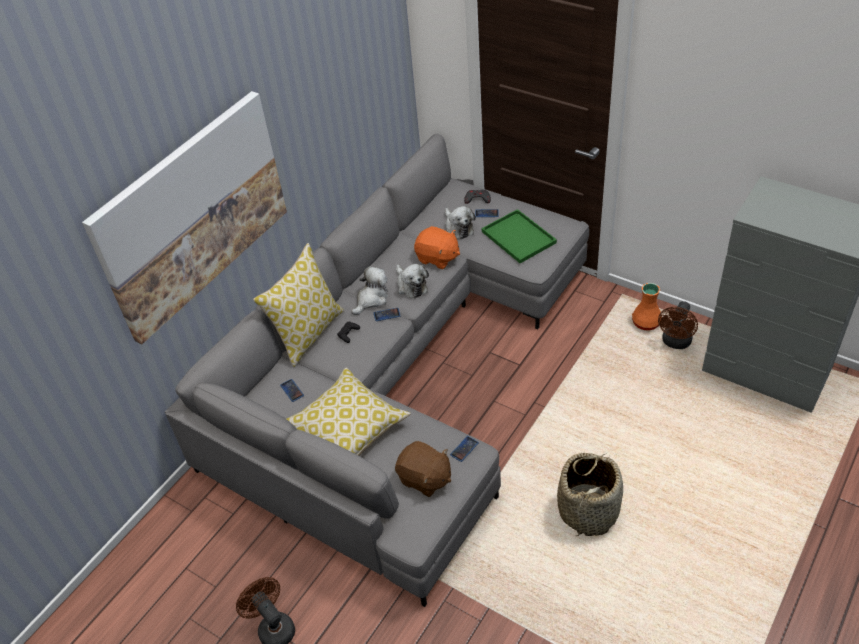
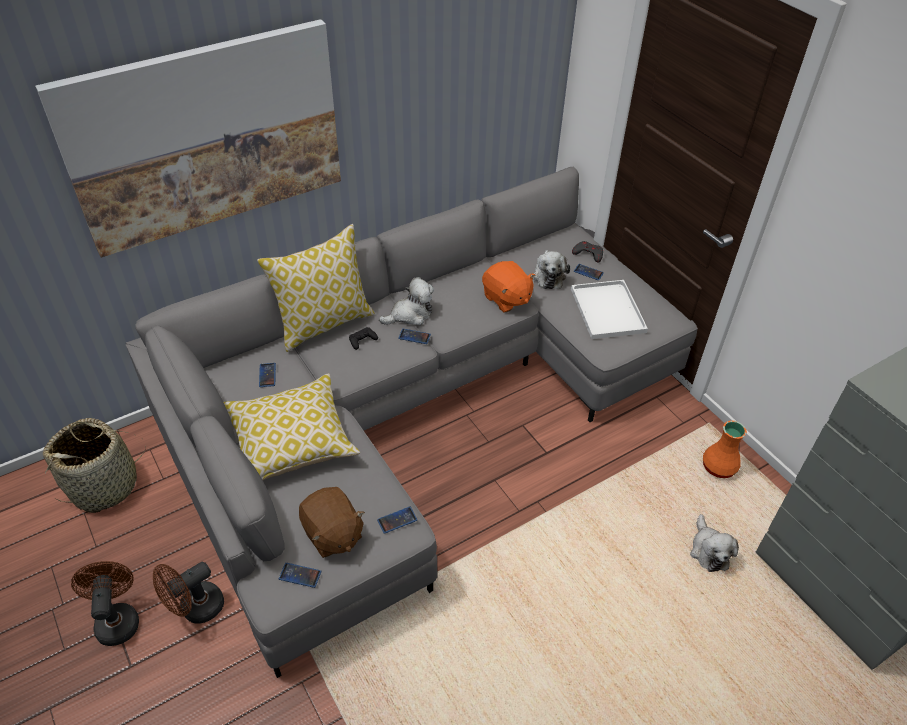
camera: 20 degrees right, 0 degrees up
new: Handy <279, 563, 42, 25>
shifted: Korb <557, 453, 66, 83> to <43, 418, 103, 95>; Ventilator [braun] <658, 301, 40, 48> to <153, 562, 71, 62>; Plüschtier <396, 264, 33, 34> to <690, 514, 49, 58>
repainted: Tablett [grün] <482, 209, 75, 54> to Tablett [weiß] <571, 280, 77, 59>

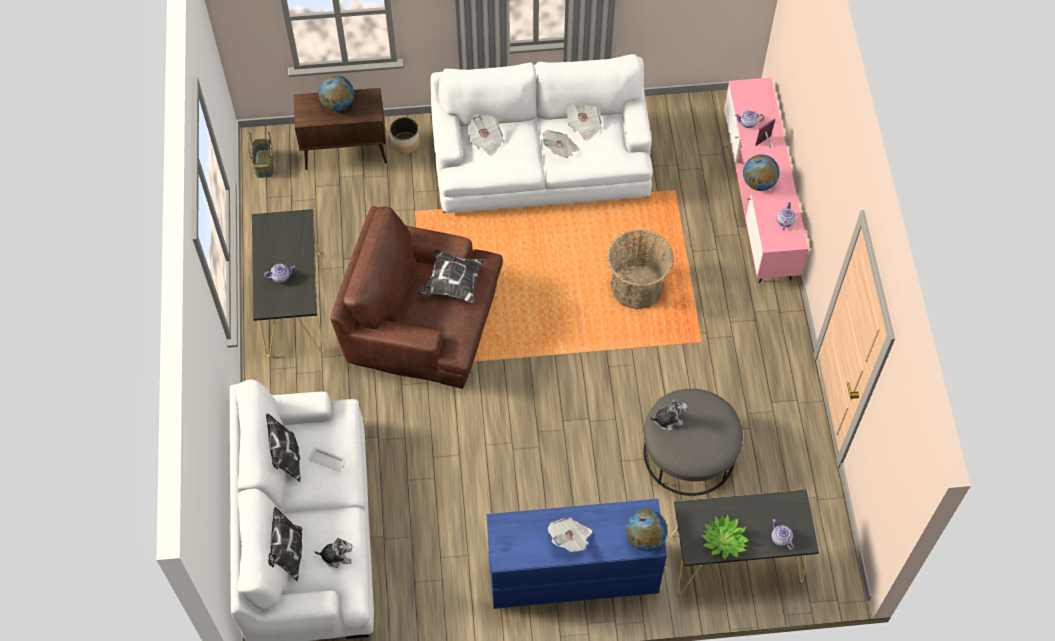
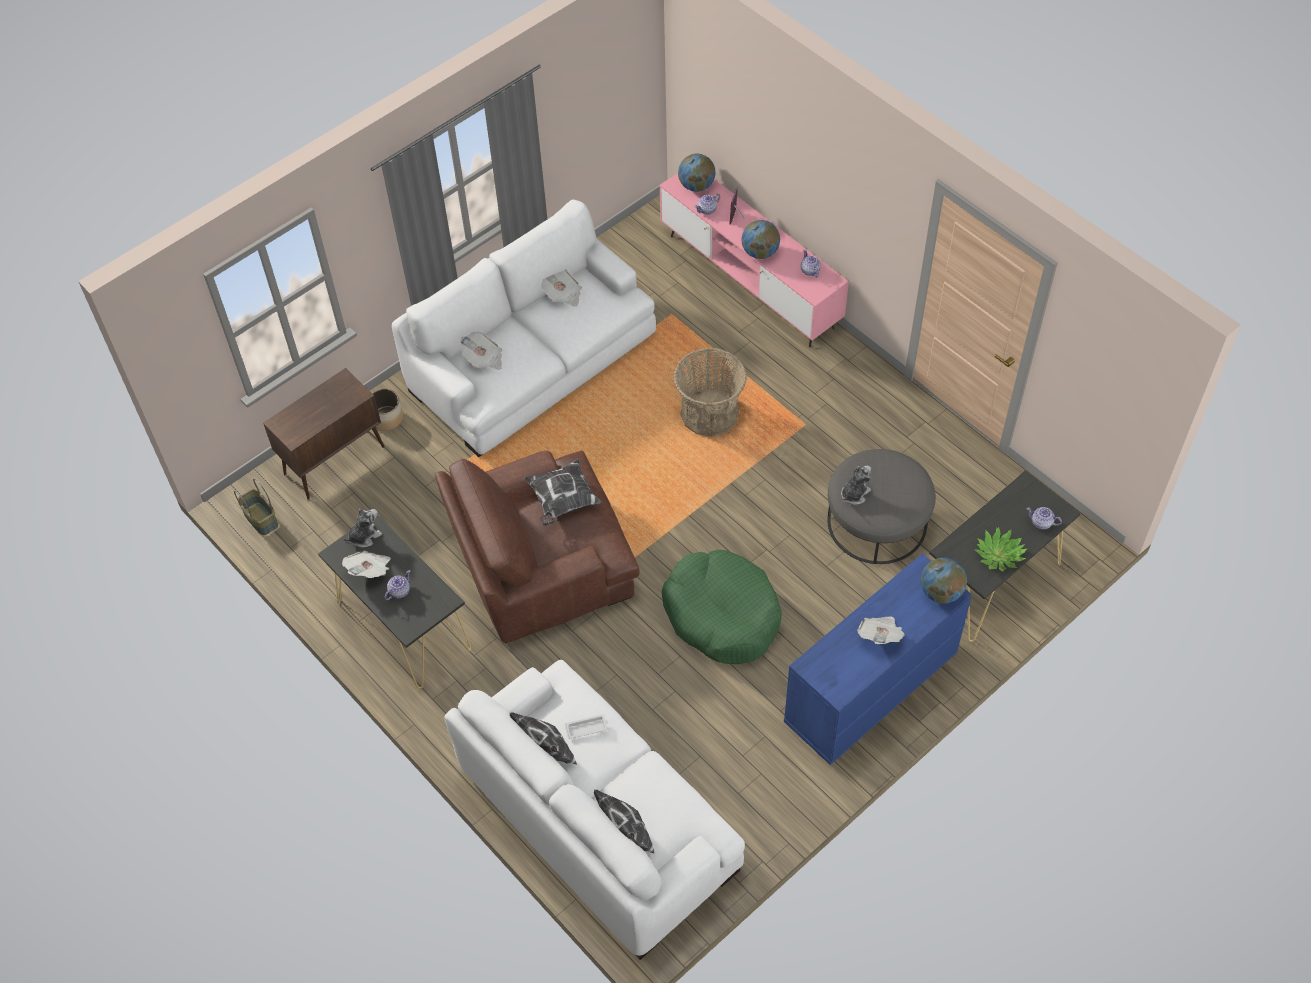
camera: 35 degrees left, 5 degrees down
new: Hundebett [grün] <662, 550, 120, 114>
shifted: Zeitung <542, 130, 38, 28> to <342, 550, 49, 28>; Plüschtier <314, 538, 38, 30> to <343, 508, 39, 40>; Globus <319, 76, 35, 35> to <678, 154, 37, 38>

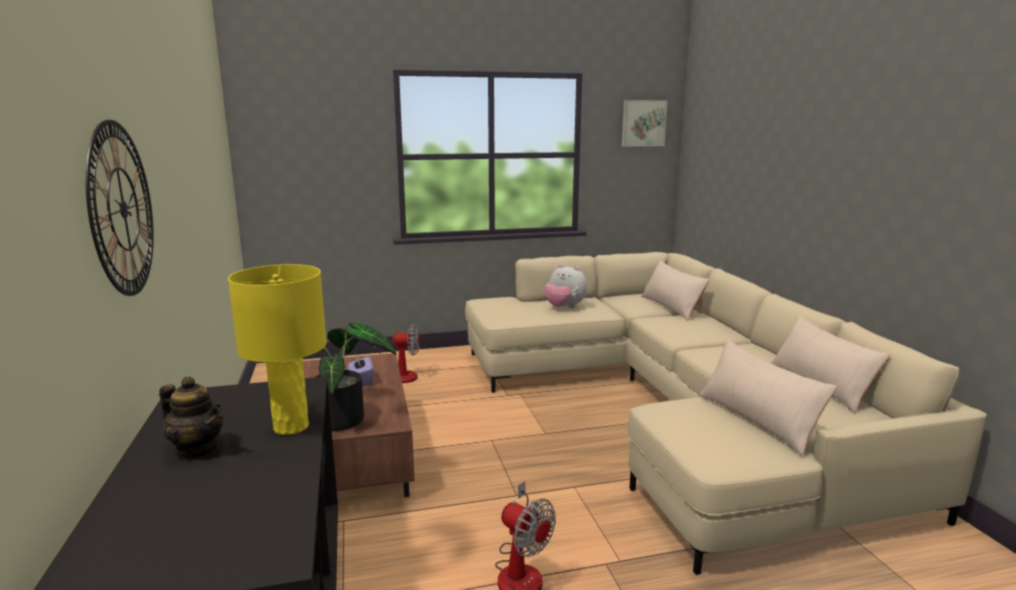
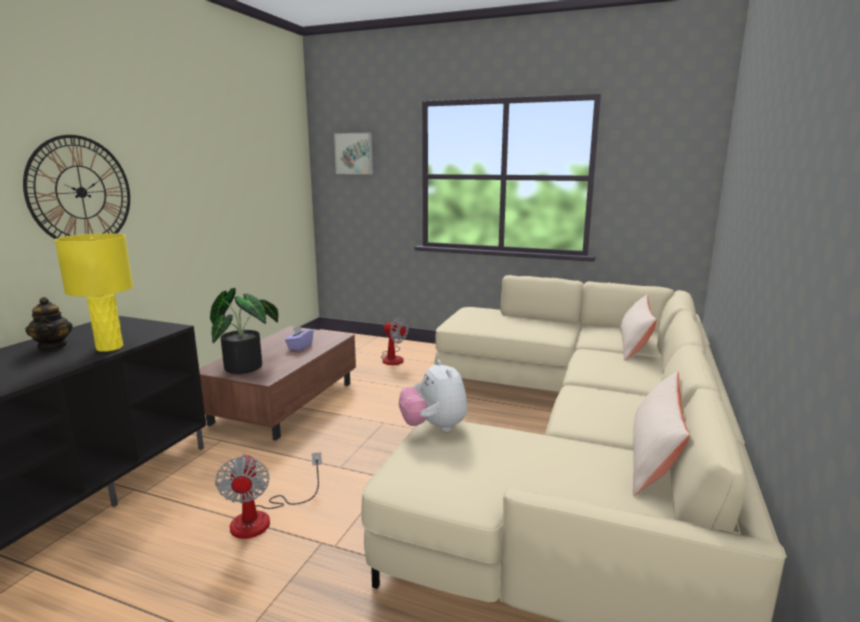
camera: 35 degrees right, 0 degrees up
gone: Kissen [beige] <699, 339, 138, 116>
shifted: Bild <622, 100, 46, 46> to <334, 133, 39, 41>; Plüschtier <544, 264, 43, 44> to <399, 360, 68, 72>

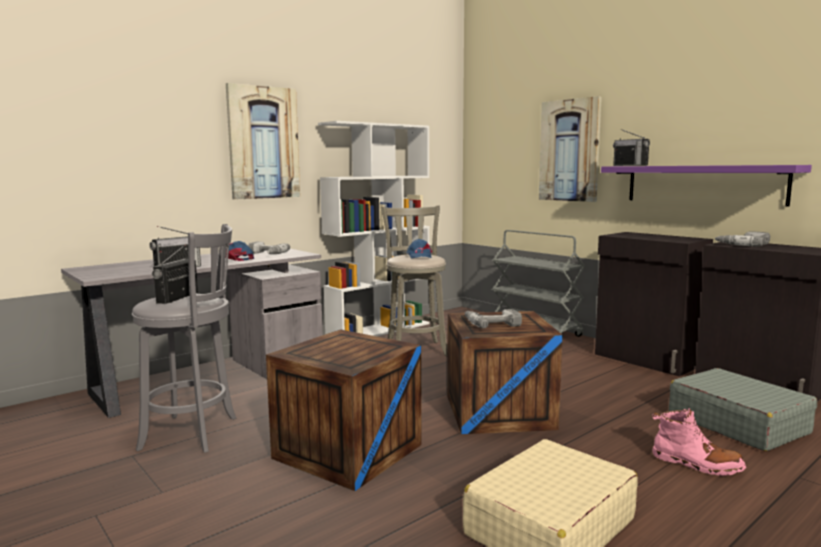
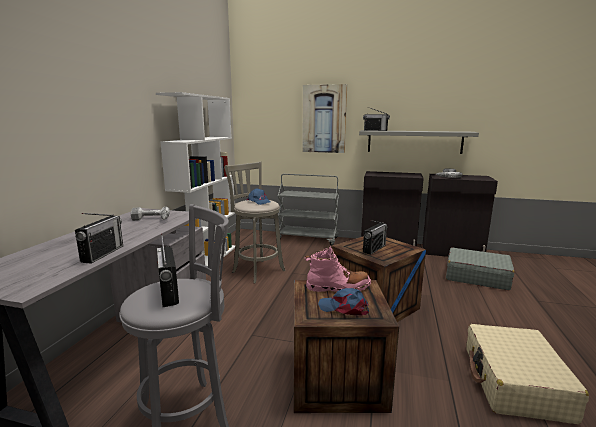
camera: 35 degrees left, 5 degrees up
gone: Bild <226, 83, 74, 117>
shifted: Stiefel [rosa] <652, 408, 94, 68> to <304, 246, 67, 46>; Kappe [blau] <226, 241, 28, 20> to <318, 288, 51, 27>
swapped: Bohrmaschine <465, 309, 57, 19> to Radio <363, 220, 25, 35>
repainted: Wandregal [lila] <601, 165, 211, 41> to Wandregal [grau] <359, 130, 120, 24>

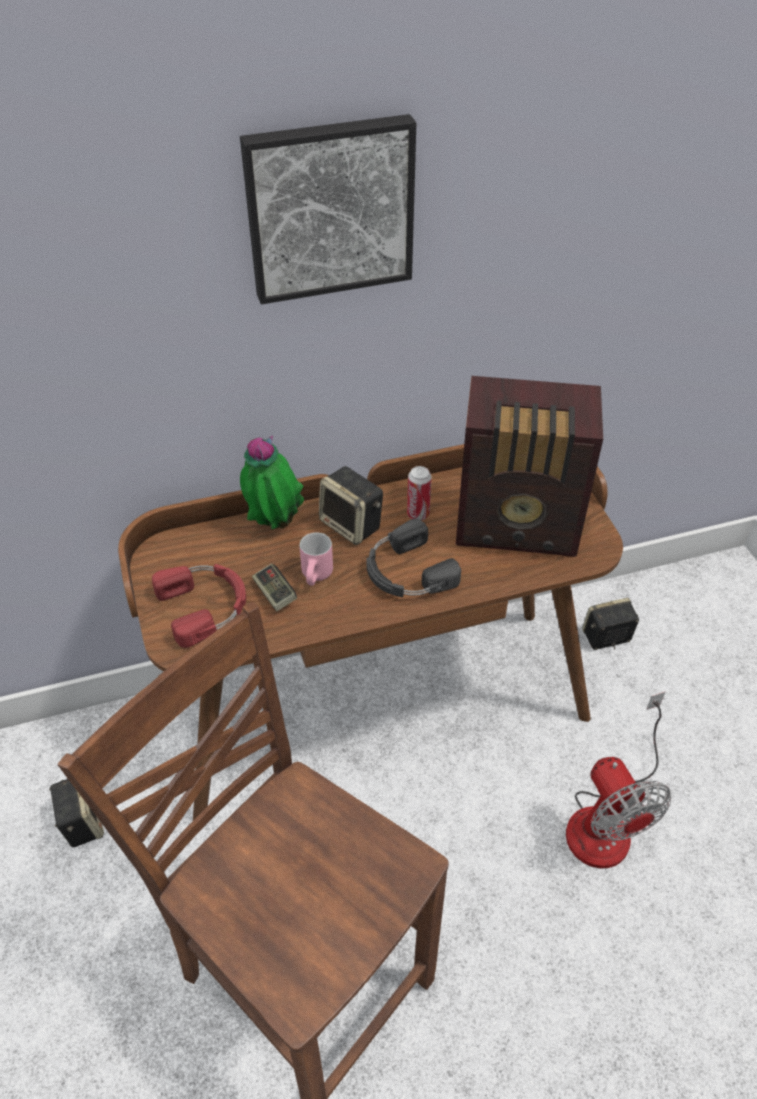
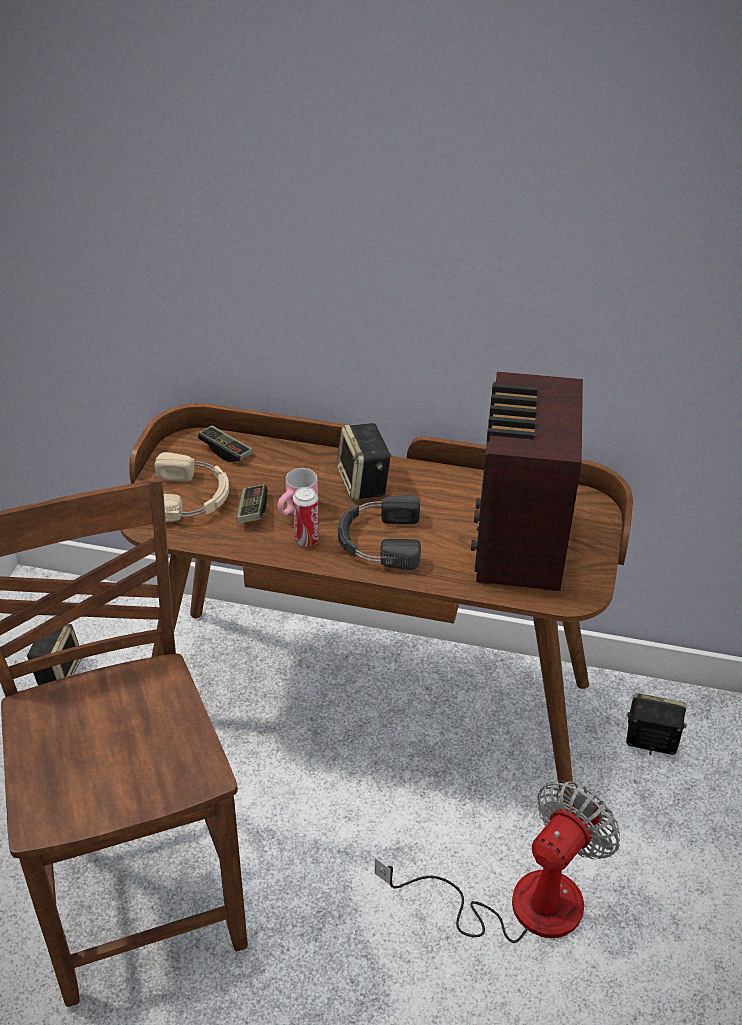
camera: 30 degrees right, 5 degrees down
gone: Bild <240, 114, 176, 190>; Topfpflanze <240, 435, 64, 94>
new: Gamepad <198, 425, 55, 37>
shifted: Dose <407, 466, 25, 54> to <293, 487, 26, 60>
repainted: Kopfhörer [rot] <152, 564, 94, 84> to Kopfhörer [beige] <155, 452, 74, 70>
rotated: Ventilator <566, 692, 105, 177> = <375, 780, 245, 163> 150 degrees counterclockwise; Radio <456, 376, 147, 181> = <471, 371, 112, 220> 60 degrees clockwise

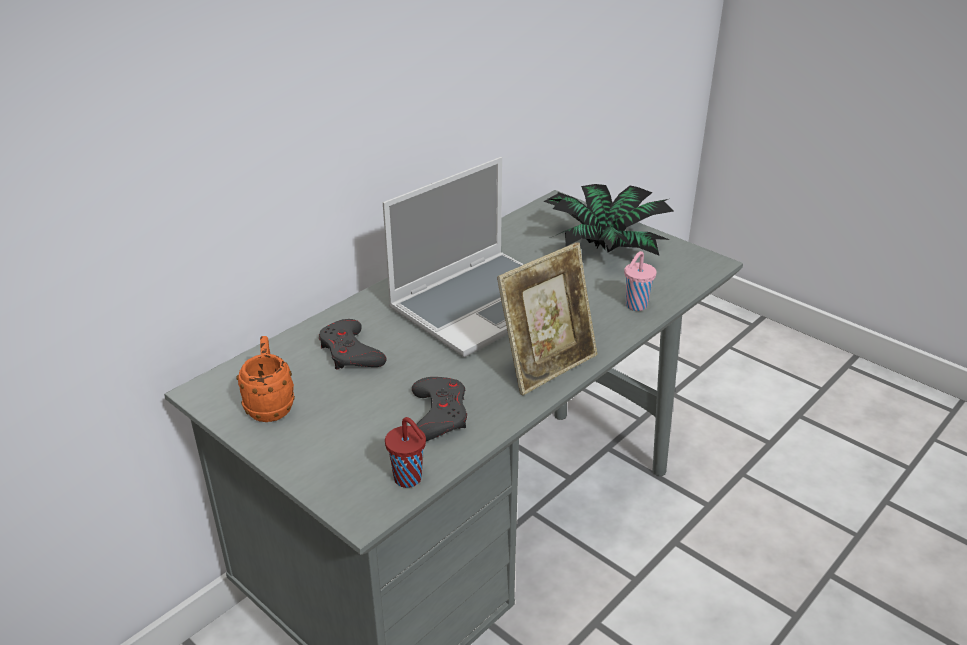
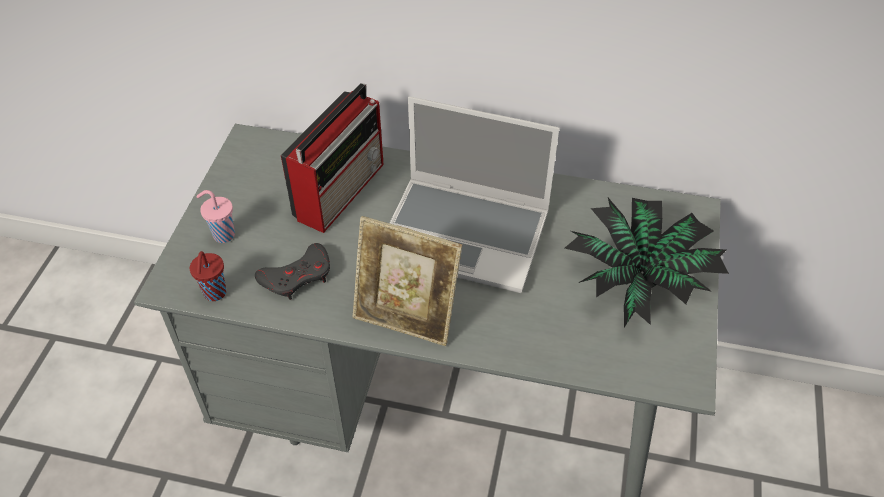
camera: 60 degrees right, 15 degrees up
gone: Henkelbecher [orange] <237, 336, 58, 86>
shifted: Tasse [rosa] <624, 251, 33, 60> to <196, 190, 39, 53>
swapped: Gamepad [grau] <319, 319, 68, 51> to Radio <281, 83, 103, 150>

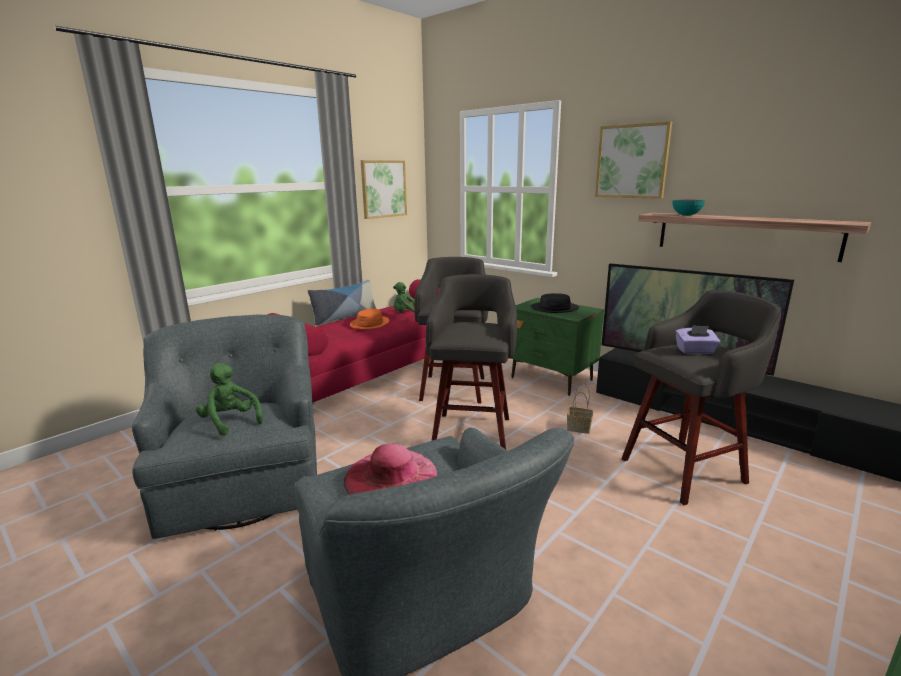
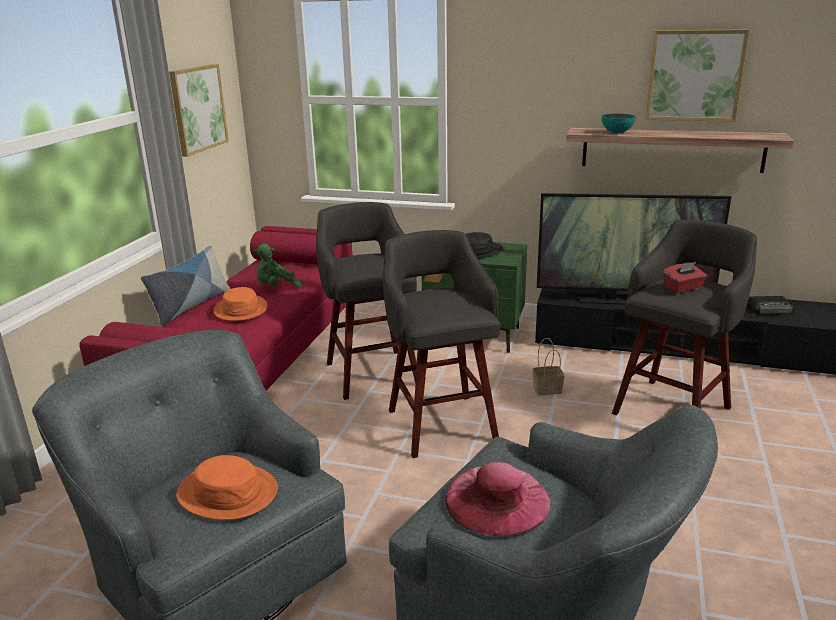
camera: 25 degrees left, 5 degrees up
new: Radio <747, 296, 47, 18>
shifted: Bild <595, 121, 77, 78> to <646, 29, 103, 93>
swapped: Plüschtier [grün] <196, 363, 67, 73> to Hut [orange] <176, 455, 102, 65>
repainted: Taschentuchbox [lila] <675, 325, 45, 29> to Taschentuchbox [rot] <663, 262, 44, 31>

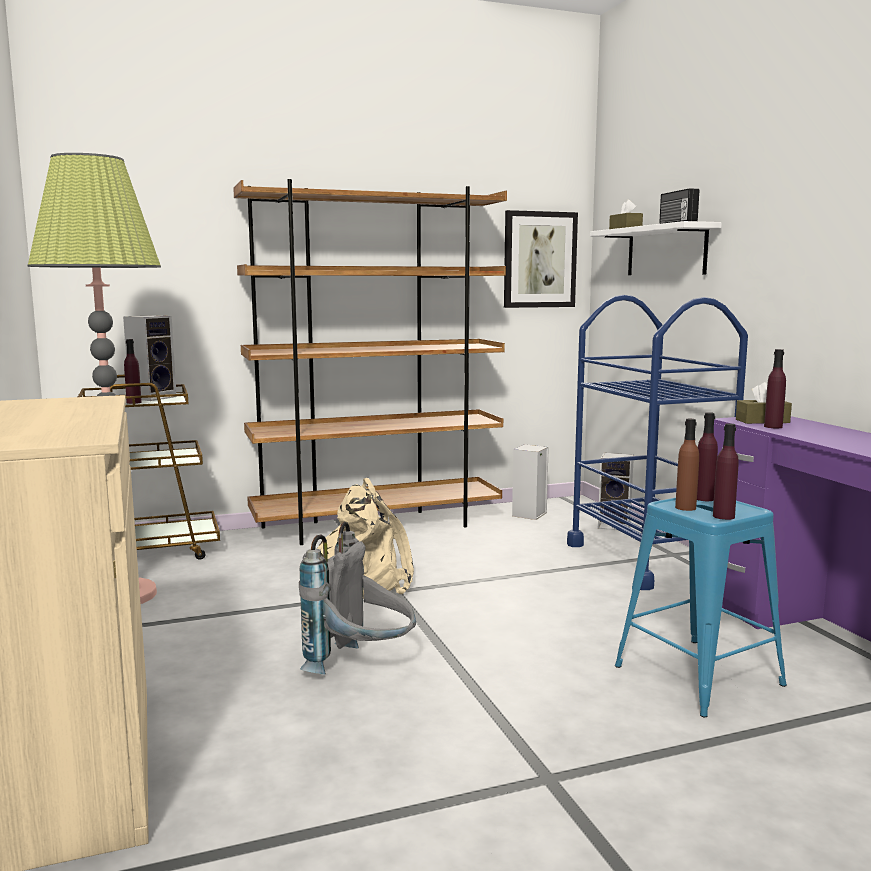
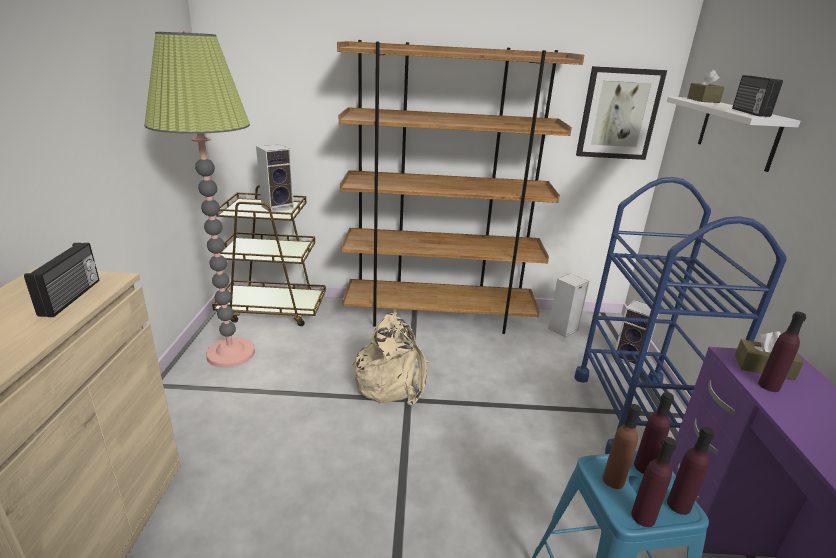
camera: 20 degrees right, 15 degrees up
gone: Rucksack [grau] <299, 522, 117, 153>
new: Radio <24, 243, 75, 74>
shifted: Flasche [lila] <124, 339, 18, 65> to <667, 426, 47, 89>

